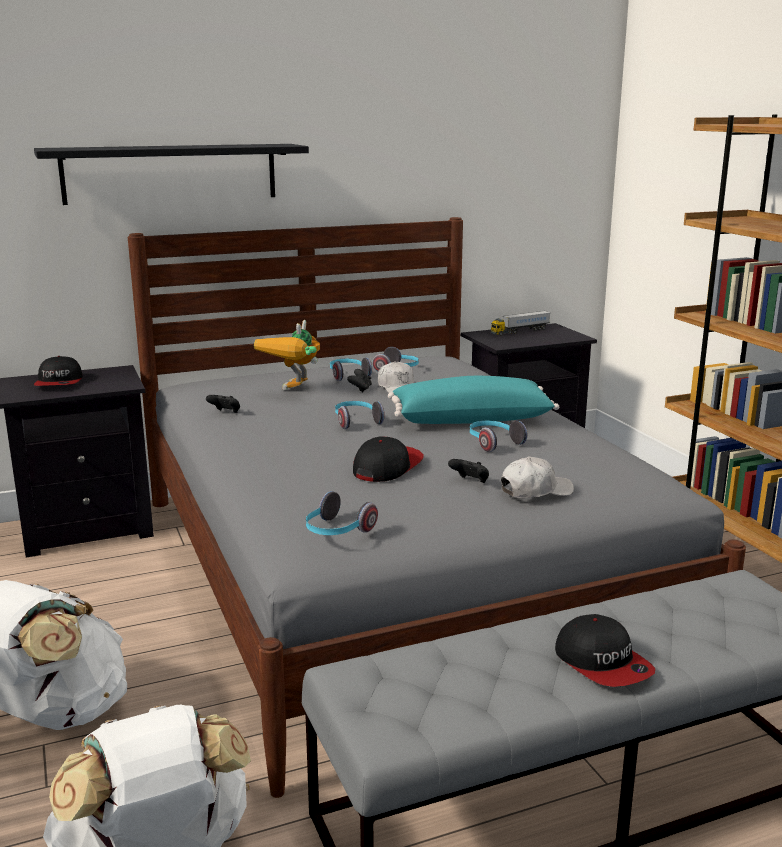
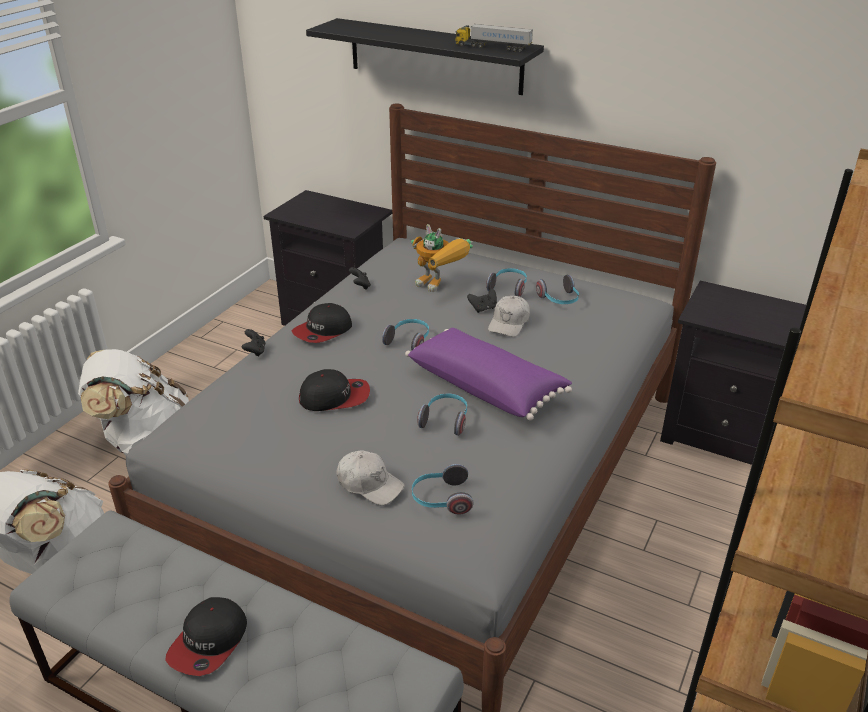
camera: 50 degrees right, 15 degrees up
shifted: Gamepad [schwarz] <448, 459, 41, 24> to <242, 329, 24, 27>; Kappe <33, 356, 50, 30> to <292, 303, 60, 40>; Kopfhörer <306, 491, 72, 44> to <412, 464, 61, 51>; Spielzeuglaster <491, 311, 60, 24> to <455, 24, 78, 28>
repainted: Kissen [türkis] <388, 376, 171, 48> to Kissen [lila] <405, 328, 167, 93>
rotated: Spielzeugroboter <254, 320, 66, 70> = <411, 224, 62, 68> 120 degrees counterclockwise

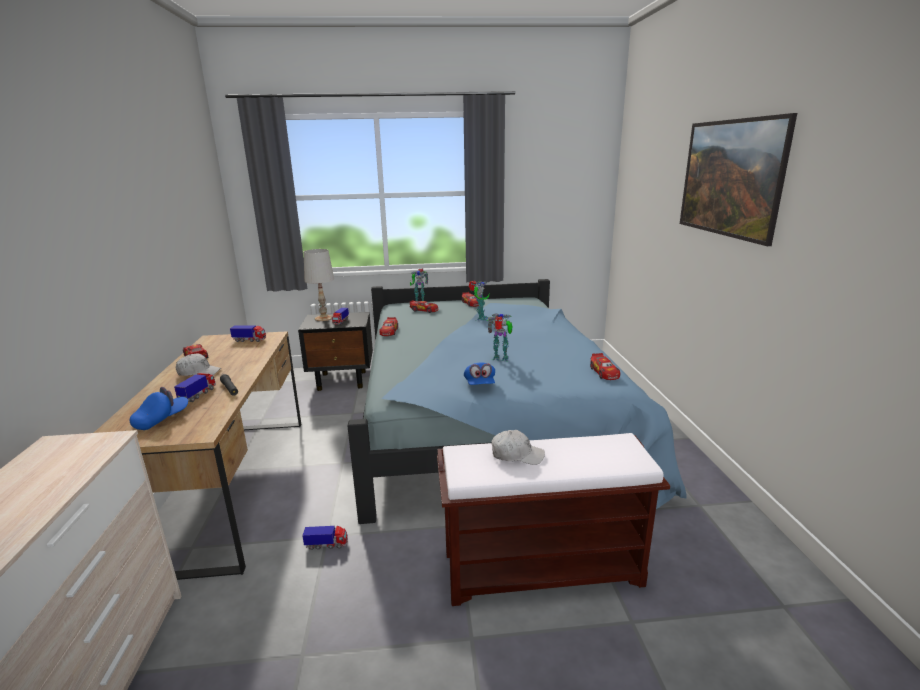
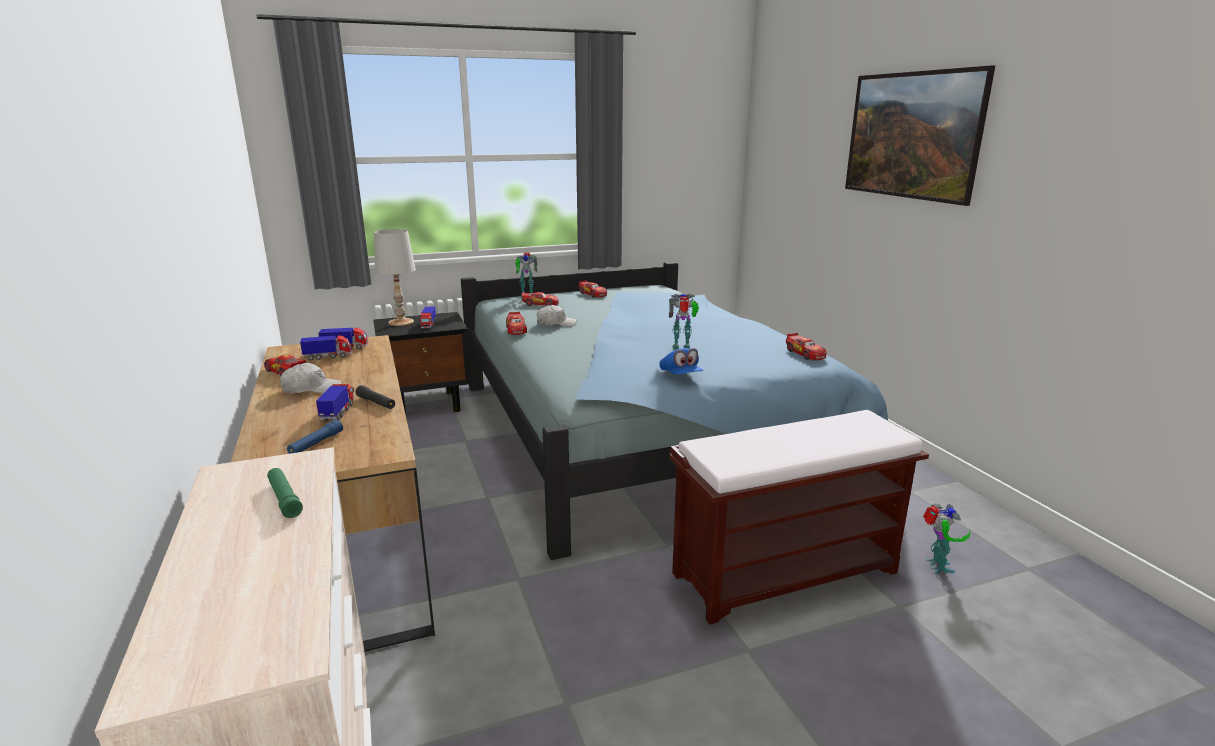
camera: 15 degrees left, 0 degrees up
new: Taschenlampe [grün] <267, 468, 36, 50>
shifted: Spielzeuglaster <302, 526, 46, 24> to <300, 335, 51, 26>; Kappe [weiß] <492, 430, 53, 35> to <536, 305, 40, 22>; Spielzeugroboter <469, 280, 20, 41> to <923, 503, 47, 71>
swapped: Kappe [blau] <130, 387, 58, 43> to Taschenlampe [blau] <287, 420, 56, 34>

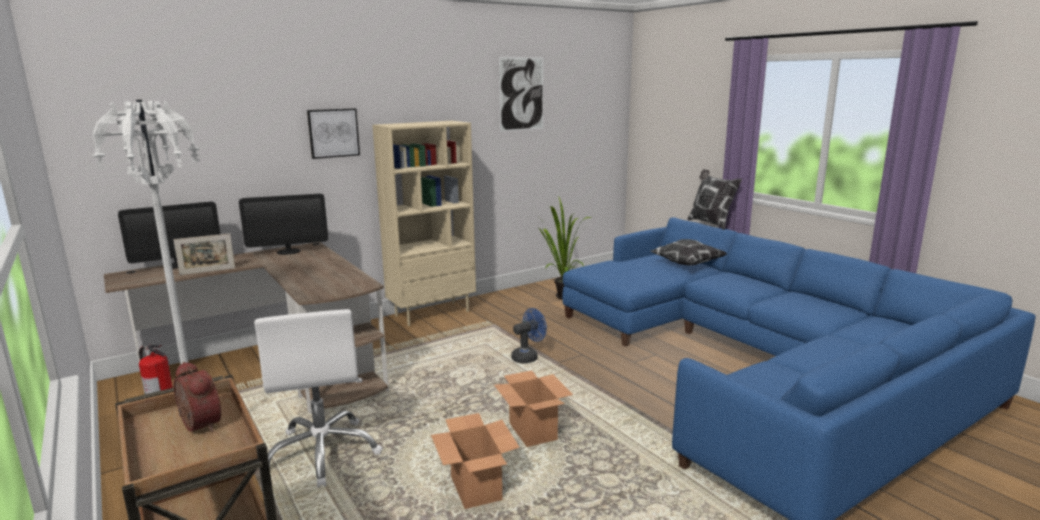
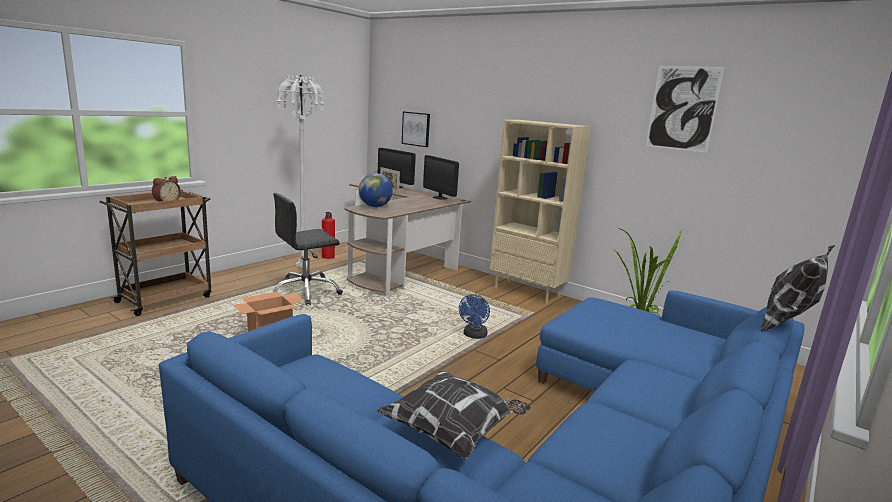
camera: 70 degrees right, 0 degrees up
gone: Karton <494, 370, 79, 77>
new: Globus <359, 173, 34, 34>
shifted: Kissen <651, 239, 76, 27> to <376, 371, 155, 88>; Bild <307, 108, 53, 51> to <402, 111, 28, 36>
repainted: Bürostuhl [weiß] <254, 309, 128, 179> to Bürostuhl [schwarz] <273, 193, 70, 112>
rotated: Ventilator [blau] <511, 308, 36, 55> = <459, 294, 31, 45> 75 degrees clockwise

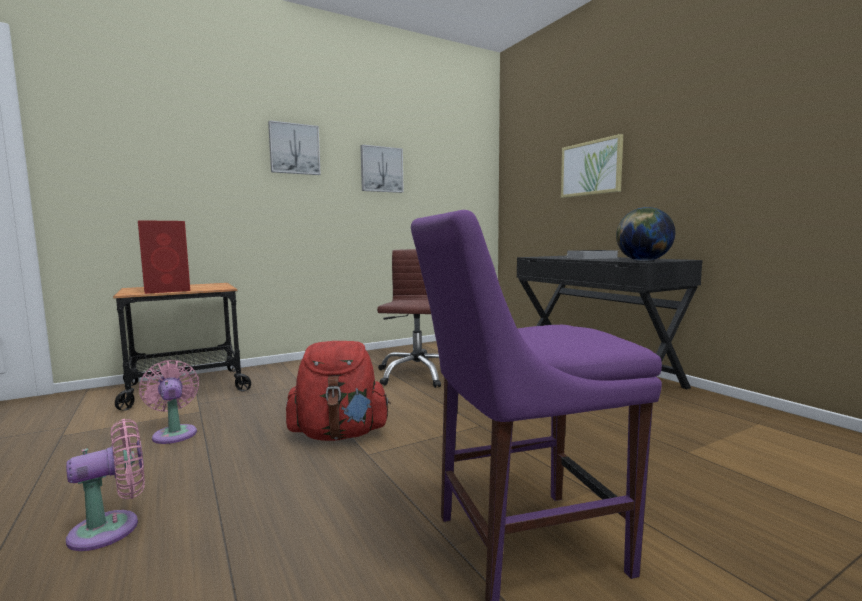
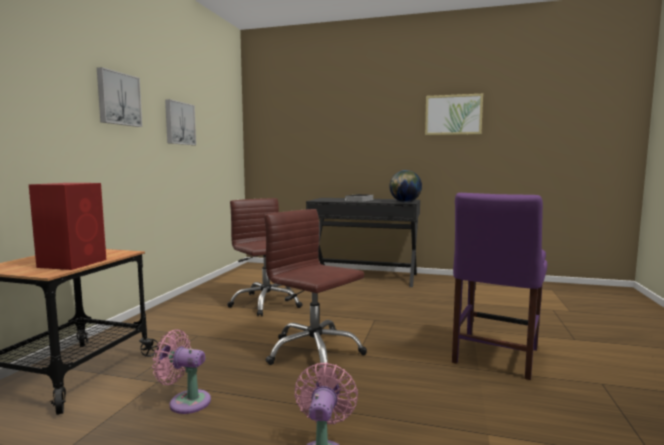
camera: 45 degrees left, 0 degrees up
shifted: Bild <561, 134, 62, 64> to <425, 94, 58, 41>
swapped: Rucksack [rot] <286, 341, 105, 100> to Bürostuhl [braun] <264, 209, 103, 158>

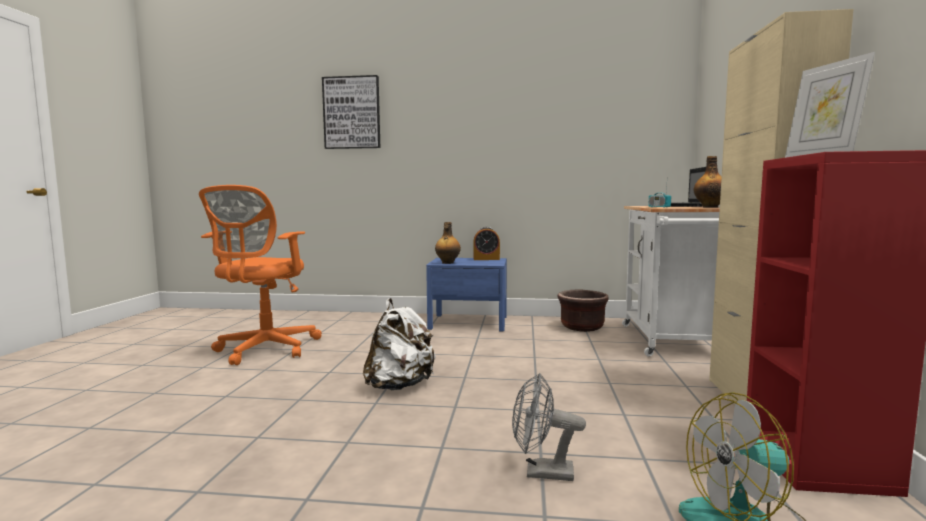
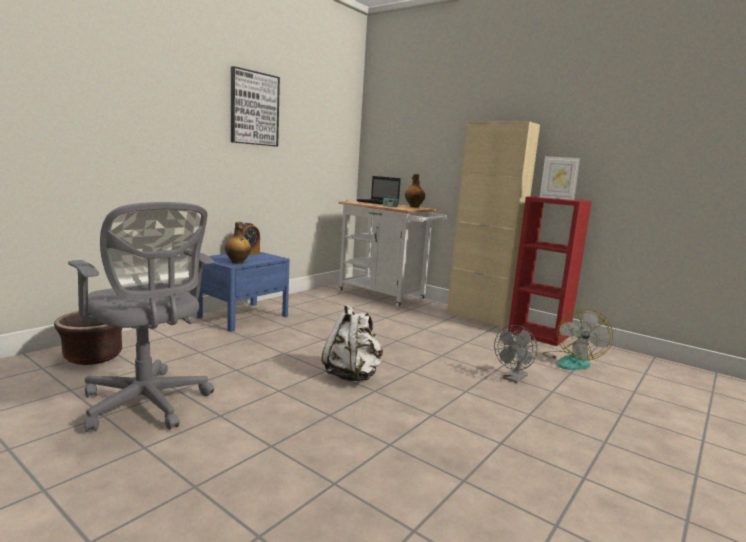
camera: 60 degrees left, 5 degrees up
shifted: Pflanzkübel [braun] <557, 289, 52, 43> to <54, 311, 68, 54>; Bild <322, 75, 58, 74> to <231, 66, 49, 81>
repainted: Bürostuhl [orange] <199, 185, 123, 180> to Bürostuhl [grau] <68, 202, 146, 230>

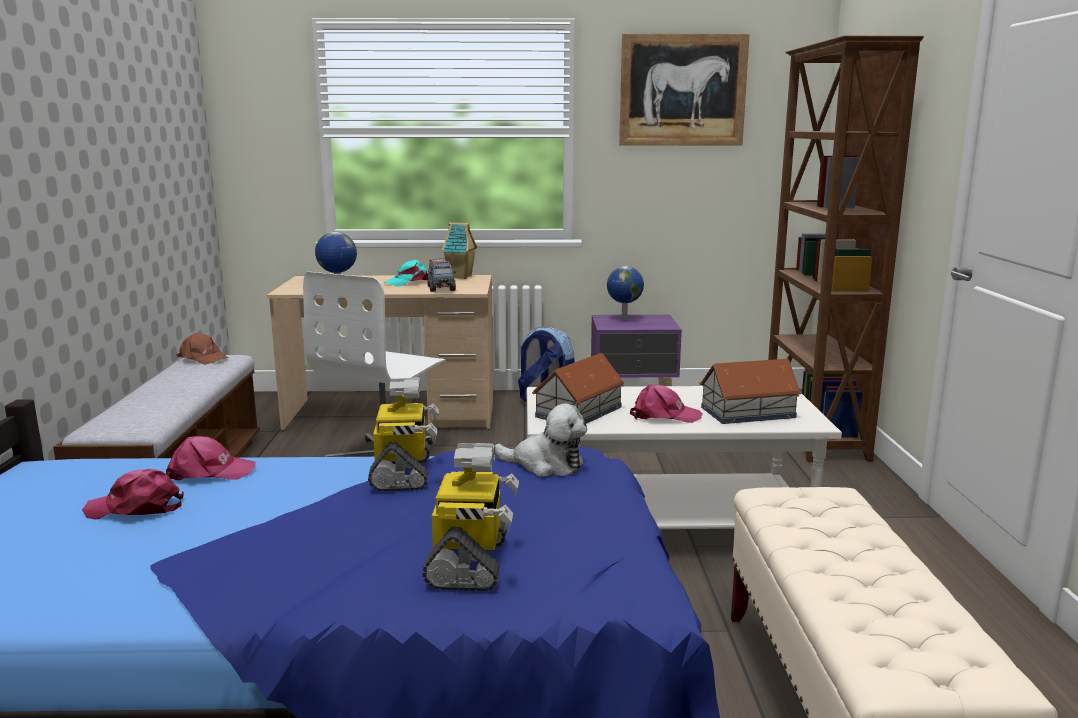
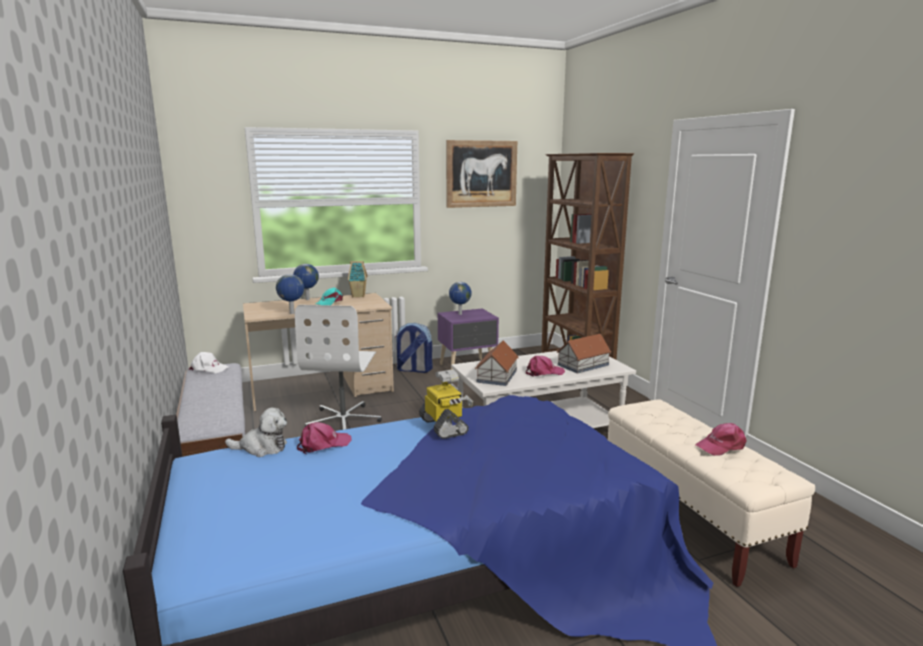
camera: 20 degrees left, 0 degrees up
gone: Spielzeugroboter <422, 443, 97, 148>; Spielzeuglaster <427, 259, 29, 33>
new: Globus <293, 264, 26, 36>
shifted: Plüschtier <495, 403, 92, 74> to <225, 408, 62, 49>; Kappe [rosa] <82, 469, 102, 51> to <696, 423, 51, 33>
repainted: Kappe [braun] <176, 333, 52, 32> to Kappe [weiß] <188, 352, 41, 21>

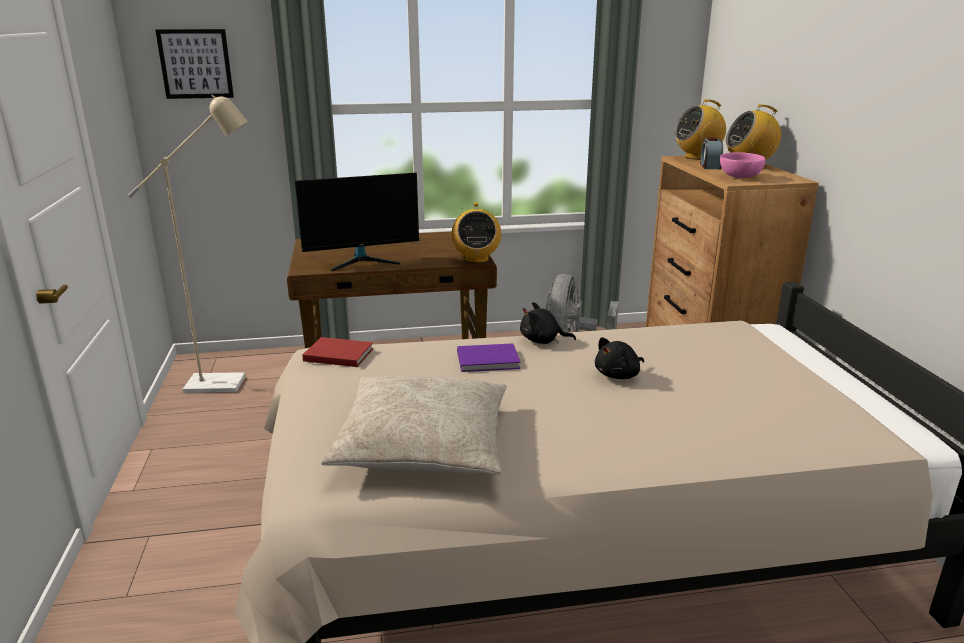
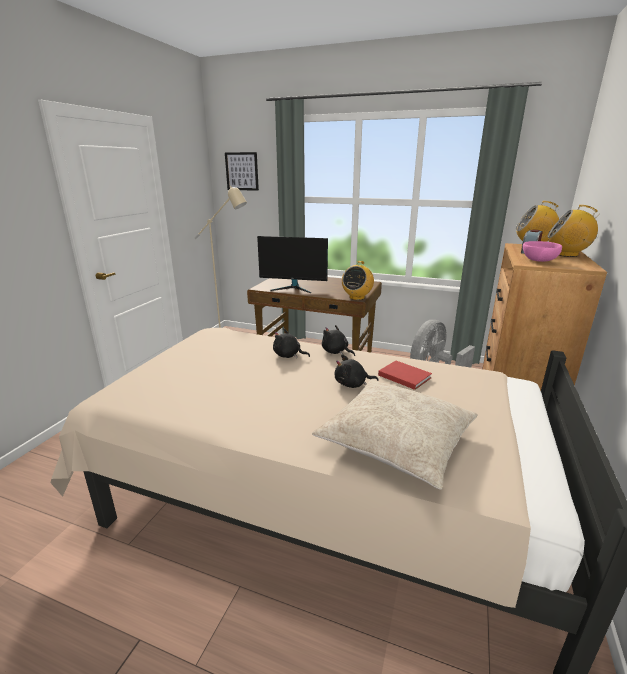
camera: 30 degrees right, 0 degrees up
shifted: Kissen [beige] <321, 376, 186, 98> to <312, 379, 166, 110>; Buch [rot] <302, 337, 71, 30> to <378, 361, 54, 29>
swapped: Buch [lila] <457, 343, 64, 29> to Plüschtier [schwarz] <273, 328, 37, 30>

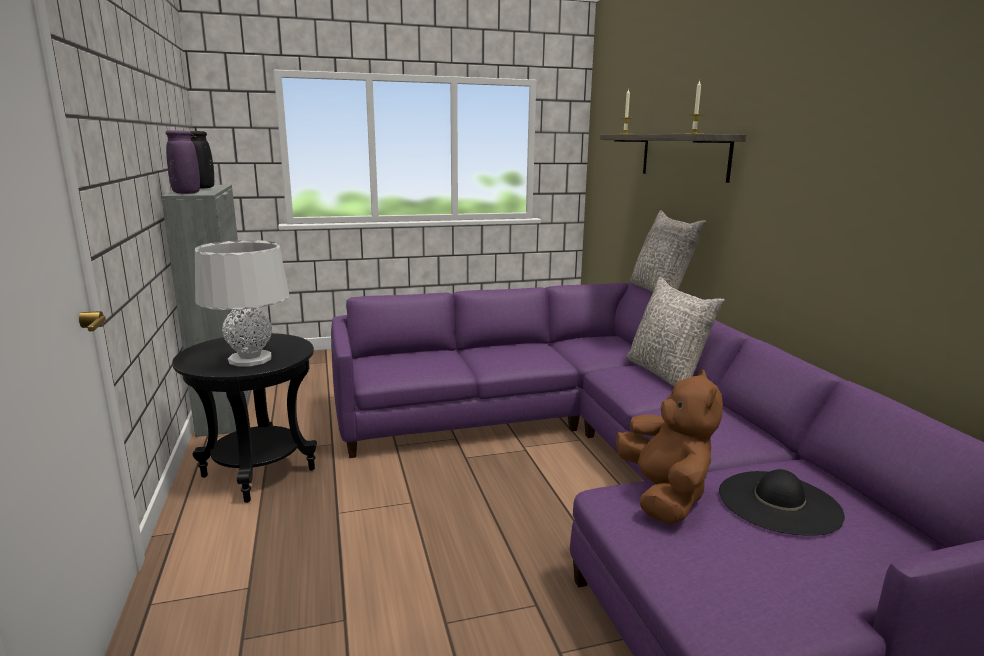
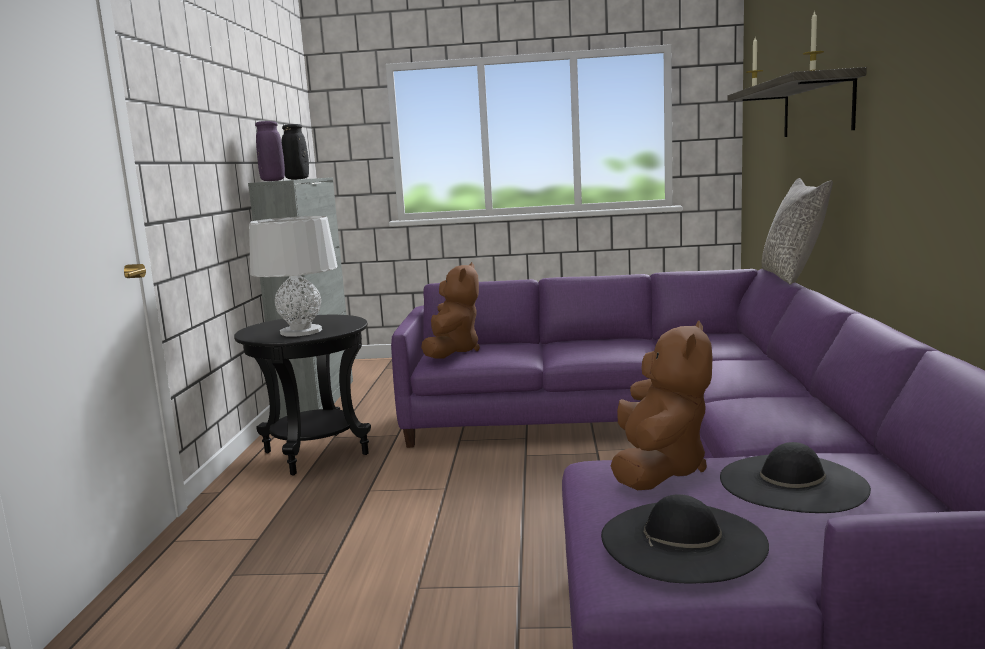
camera: 20 degrees right, 5 degrees down
gone: Kissen [grau] <626, 277, 99, 109>
new: Plüschtier [braun] <421, 262, 59, 96>; Hut [schwarz] <601, 494, 168, 90>

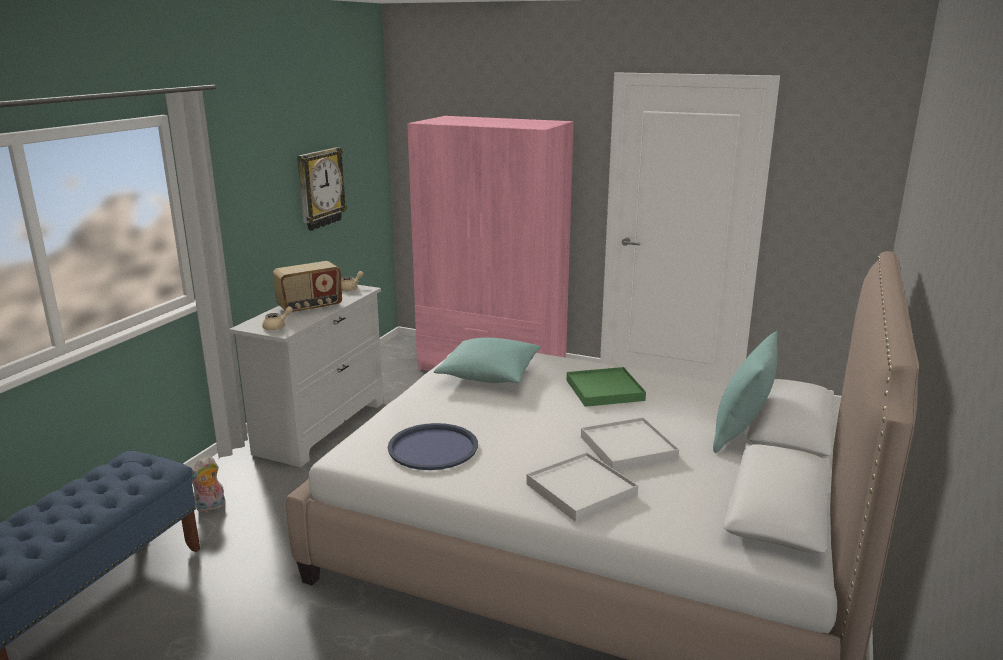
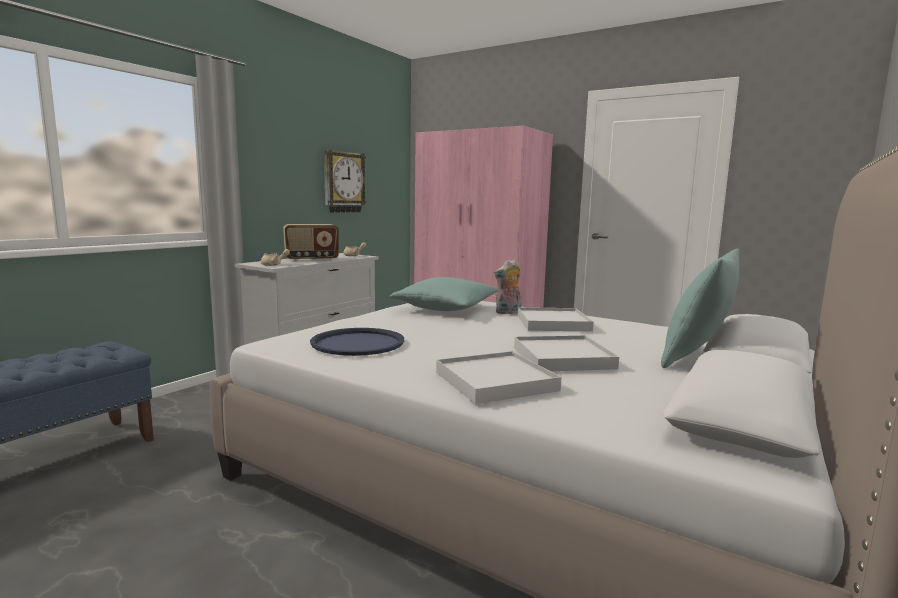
camera: 10 degrees right, 10 degrees down
shifted: Plüschtier <191, 456, 34, 56> to <494, 259, 27, 55>
repainted: Tablett [grün] <567, 367, 79, 40> to Tablett [weiß] <517, 307, 77, 25>

